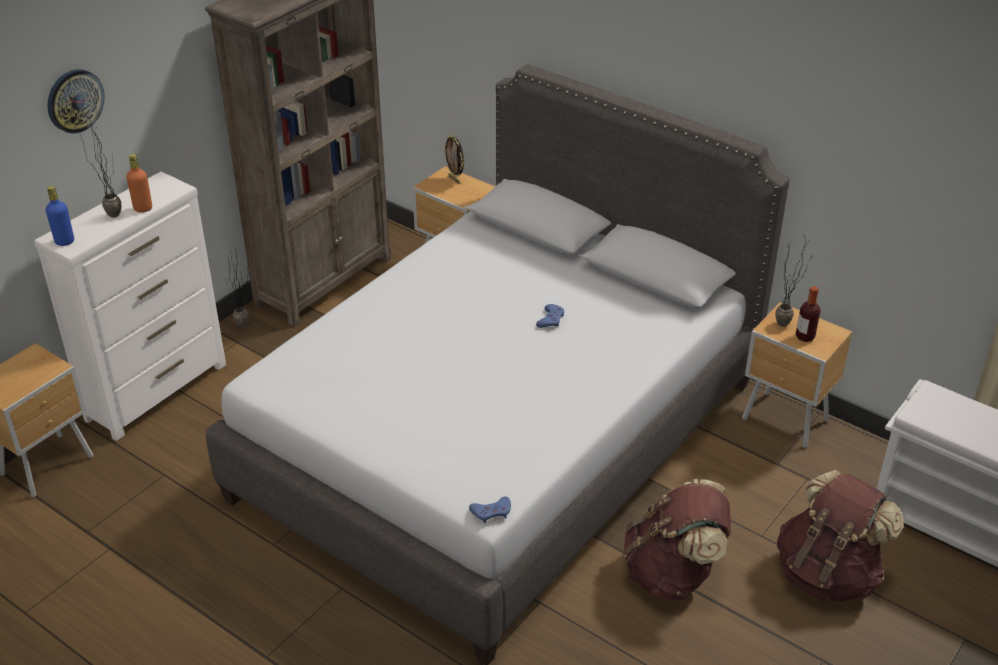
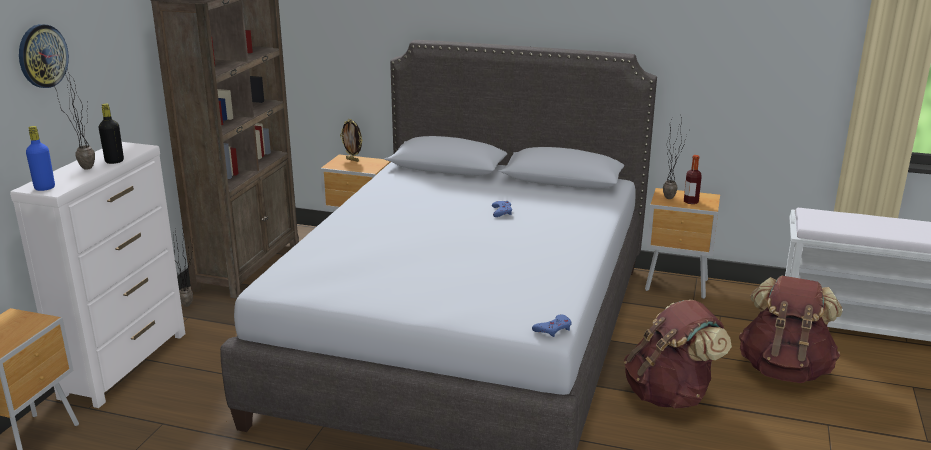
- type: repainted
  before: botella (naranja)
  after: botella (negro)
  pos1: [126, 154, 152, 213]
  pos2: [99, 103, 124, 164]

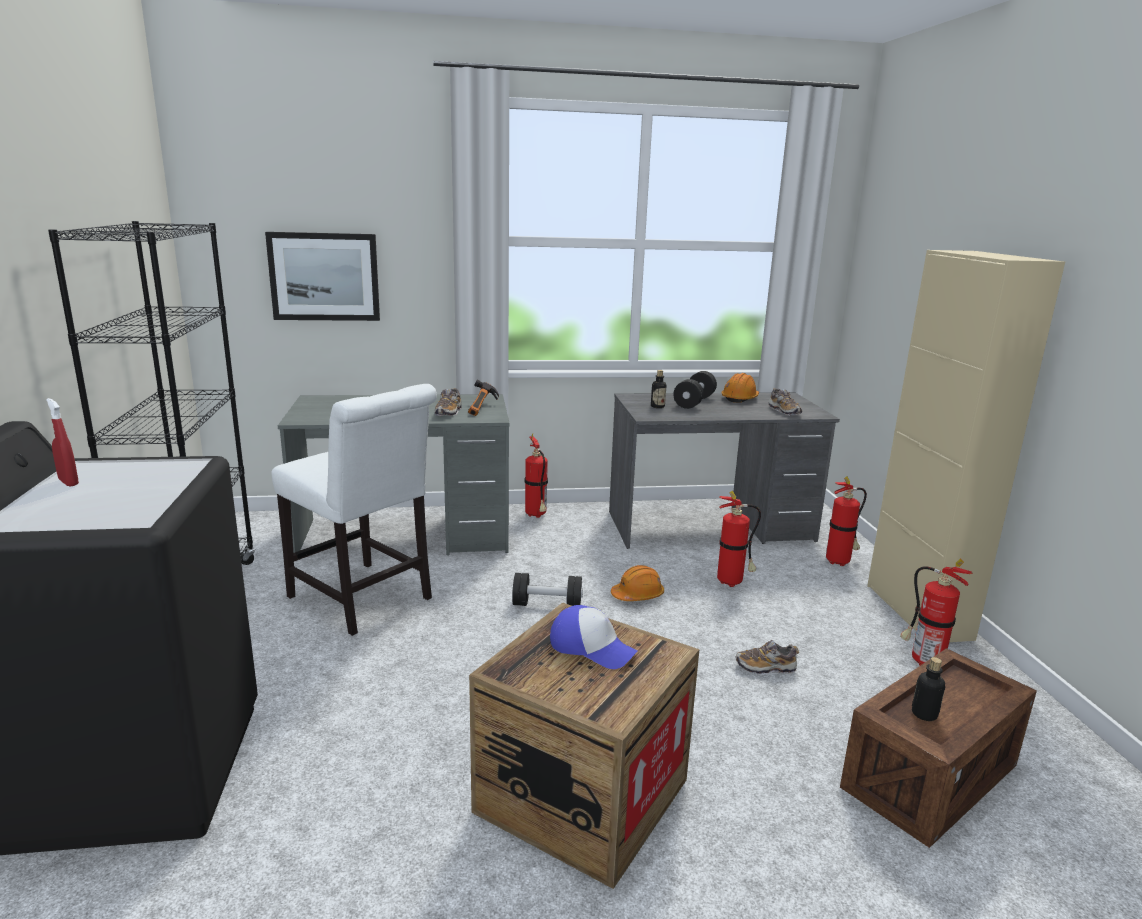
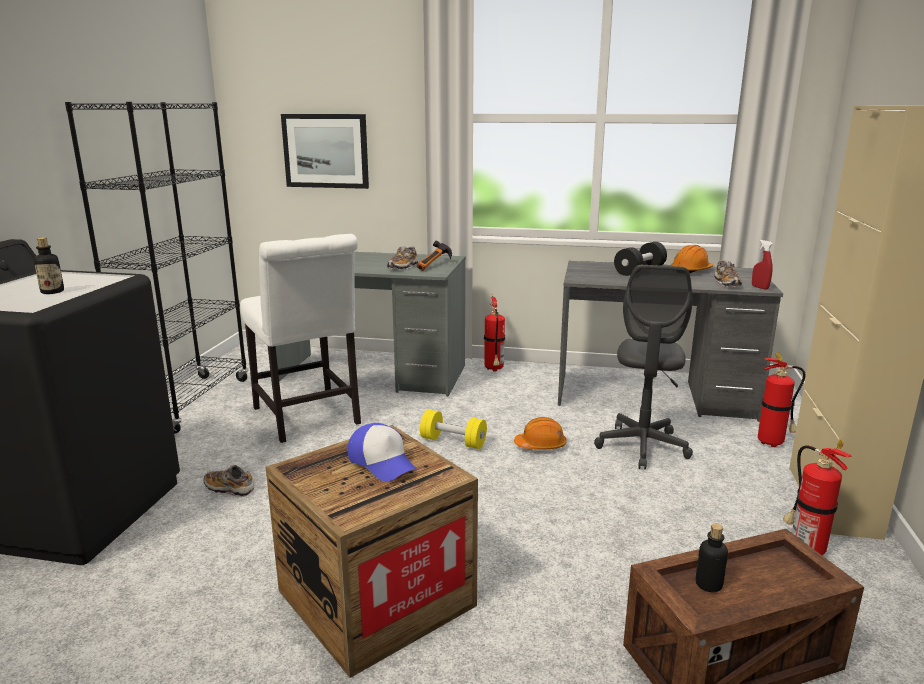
- type: shifted
  before: pulverizador (rojo)
  pos1: [46, 398, 79, 487]
  pos2: [752, 240, 773, 290]
- type: shifted
  before: botella
  pos1: [651, 370, 666, 408]
  pos2: [34, 238, 64, 294]
- type: shifted
  before: zapato
  pos1: [735, 640, 799, 675]
  pos2: [204, 465, 254, 497]
- type: swapped
  before: extintor
  after: silla de oficina (gris)
  pos1: [717, 491, 761, 587]
  pos2: [594, 265, 693, 470]
- type: repainted
  before: mancuerna (negro)
  after: mancuerna (amarillo)
  pos1: [512, 573, 583, 606]
  pos2: [420, 410, 487, 449]

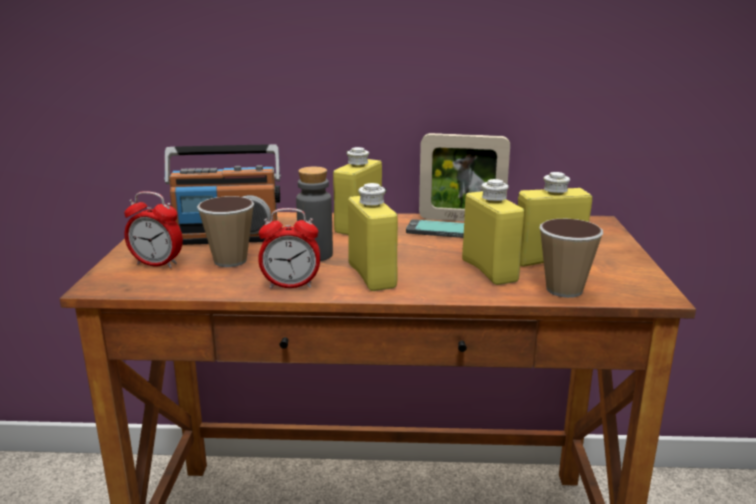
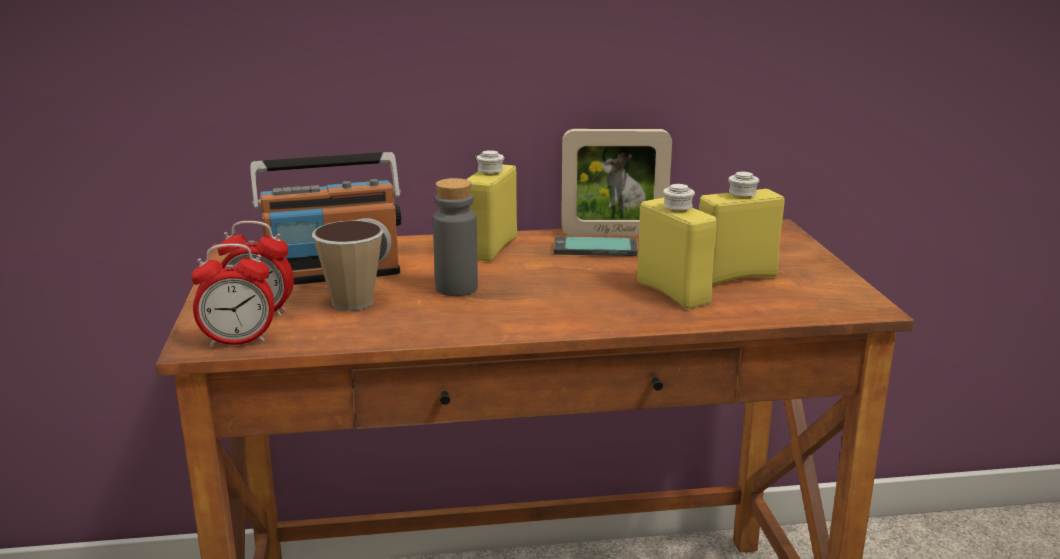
- type: gone
  before: botella (amarillo)
  pos1: [348, 183, 398, 291]
- type: gone
  before: taza
  pos1: [539, 219, 603, 298]
- type: shifted
  before: despertador
  pos1: [258, 208, 320, 289]
  pos2: [191, 244, 274, 347]

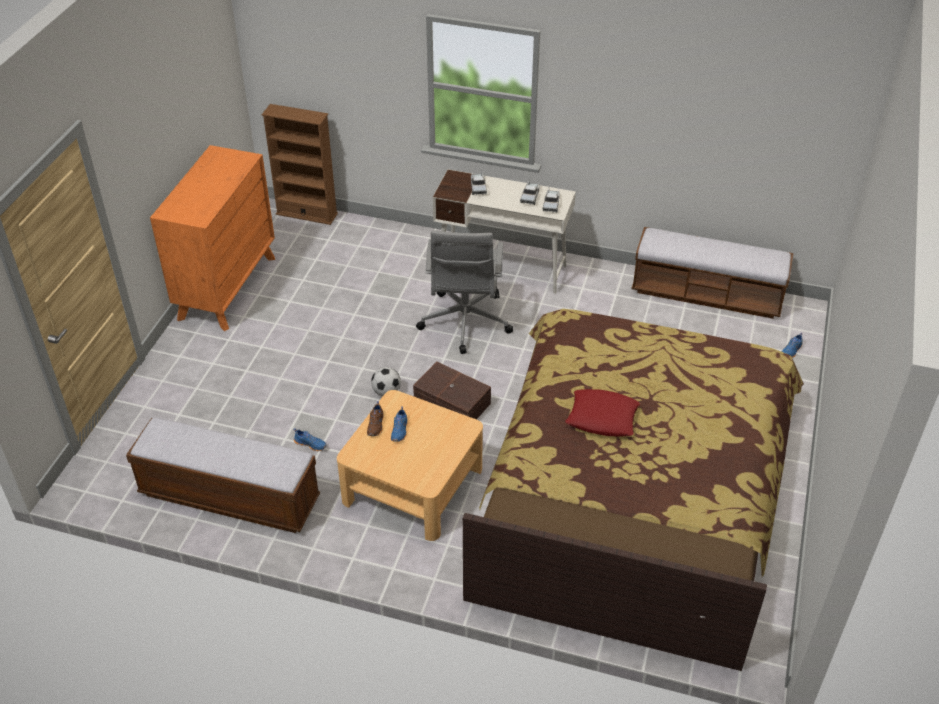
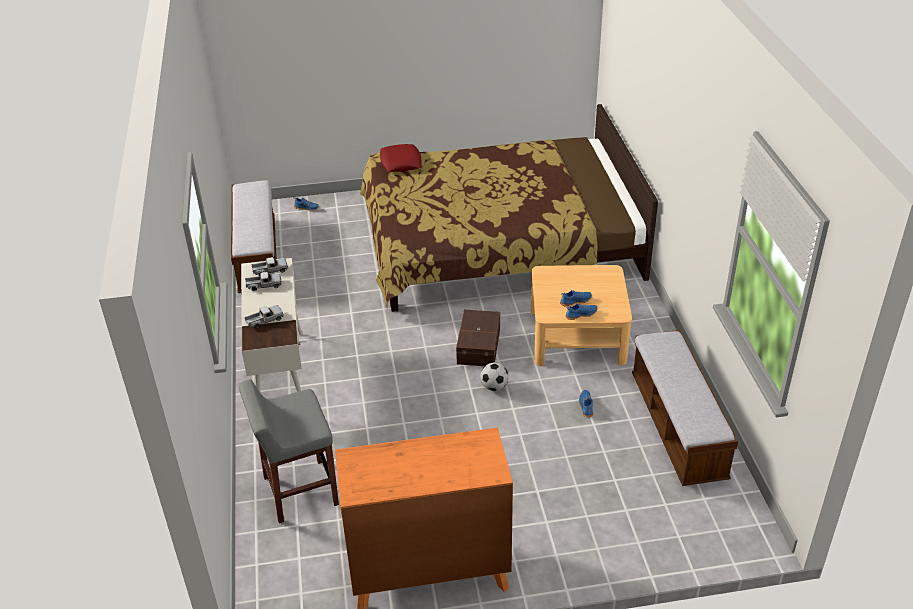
- type: gone
  before: estantería (marrón)
  pos1: [262, 104, 338, 225]
- type: gone
  before: silla de oficina (gris)
  pos1: [416, 231, 513, 354]
- type: new
  after: taburete (gris)
  pos2: [239, 379, 339, 523]
- type: shifted
  before: cojín (rojo)
  pos1: [565, 389, 640, 437]
  pos2: [380, 144, 422, 172]
- type: repainted
  before: zapato (marrón)
  after: zapato (azul)
  pos1: [367, 401, 384, 436]
  pos2: [566, 303, 597, 320]

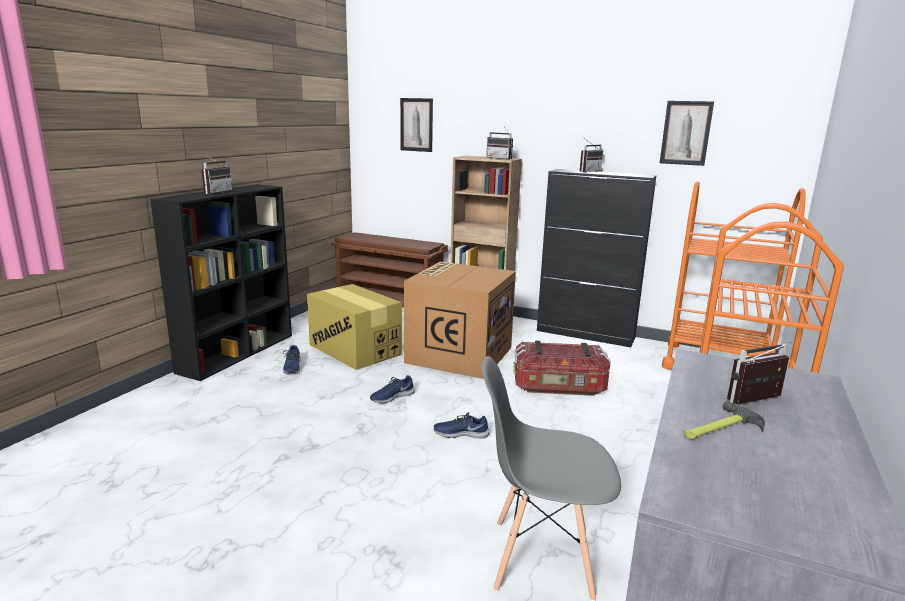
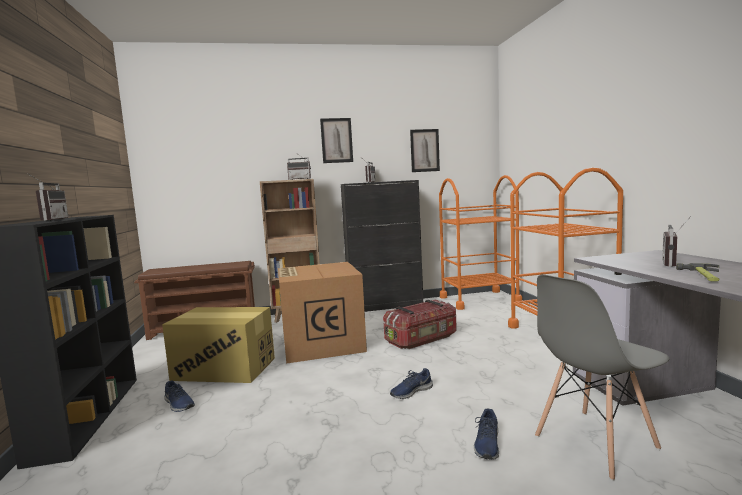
- type: shifted
  before: zapato (azul)
  pos1: [370, 375, 415, 404]
  pos2: [474, 409, 499, 460]
- type: shifted
  before: cuadro
  pos1: [400, 98, 433, 152]
  pos2: [320, 118, 353, 163]

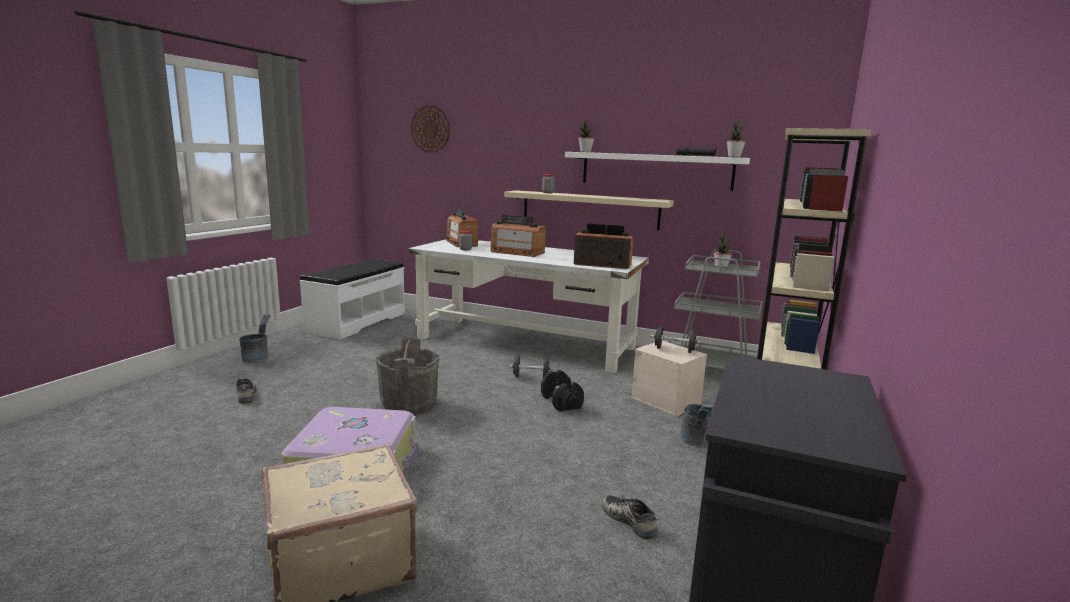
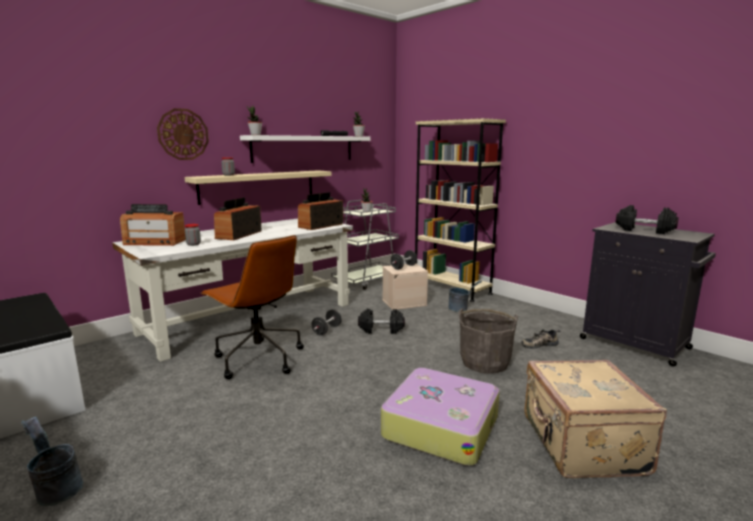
- type: gone
  before: zapato
  pos1: [236, 377, 257, 404]
- type: new
  after: silla de oficina (marrón)
  pos2: [200, 235, 304, 379]
- type: new
  after: mancuerna (negro)
  pos2: [616, 205, 679, 234]
- type: shifted
  before: cubo (gris)
  pos1: [376, 338, 439, 414]
  pos2: [458, 309, 518, 374]
- type: shifted
  before: reloj de pared
  pos1: [411, 106, 450, 153]
  pos2: [157, 108, 209, 160]
- type: rotated
  before: radio
  pos1: [490, 215, 546, 257]
  pos2: [214, 197, 262, 240]
  turn: 150

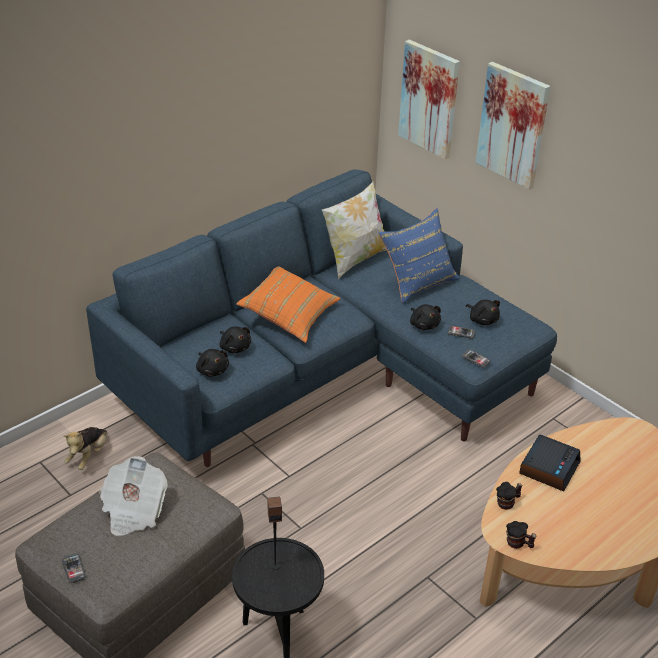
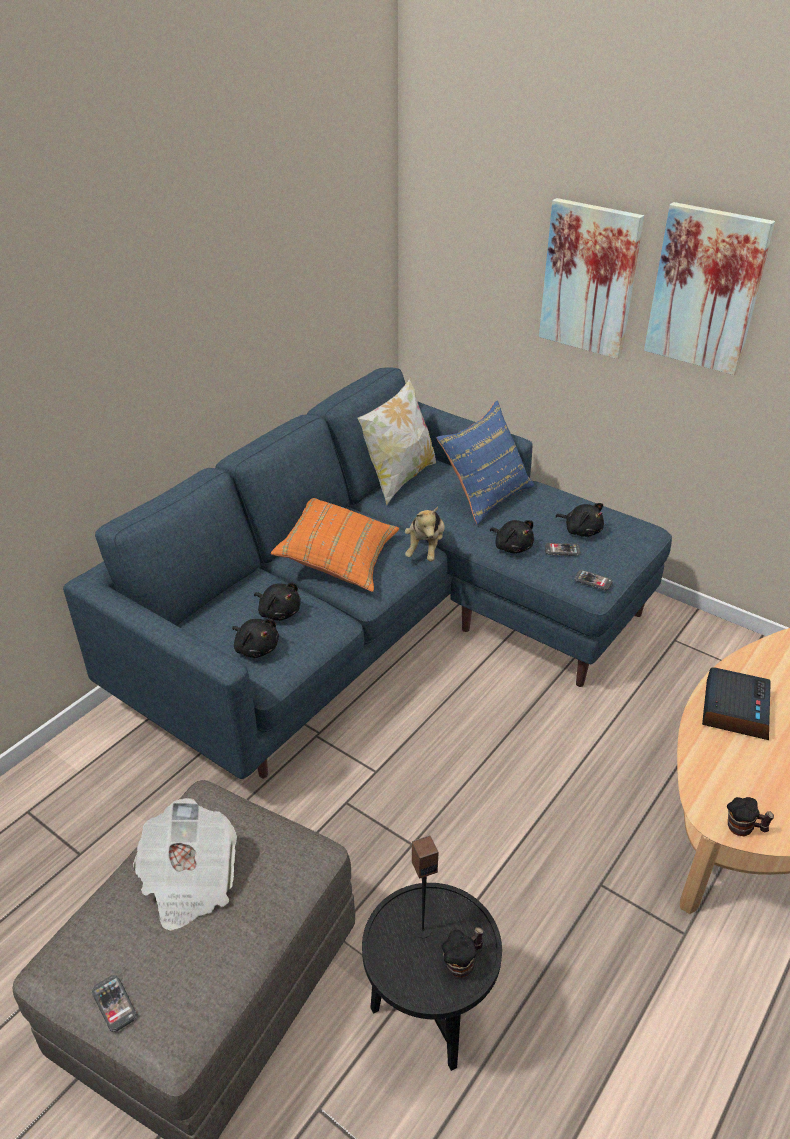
- type: shifted
  before: peluche
  pos1: [64, 427, 107, 470]
  pos2: [405, 507, 445, 562]
- type: shifted
  before: cuadro
  pos1: [398, 40, 460, 159]
  pos2: [644, 202, 775, 375]
- type: shifted
  before: taza grande
  pos1: [496, 482, 523, 510]
  pos2: [442, 927, 484, 978]

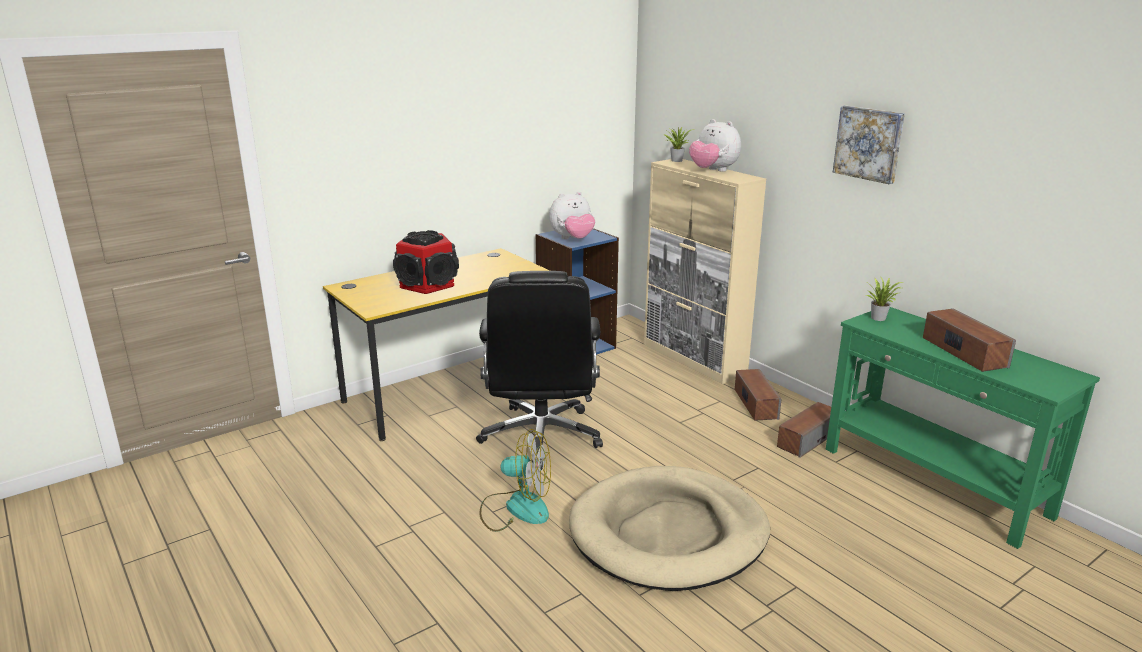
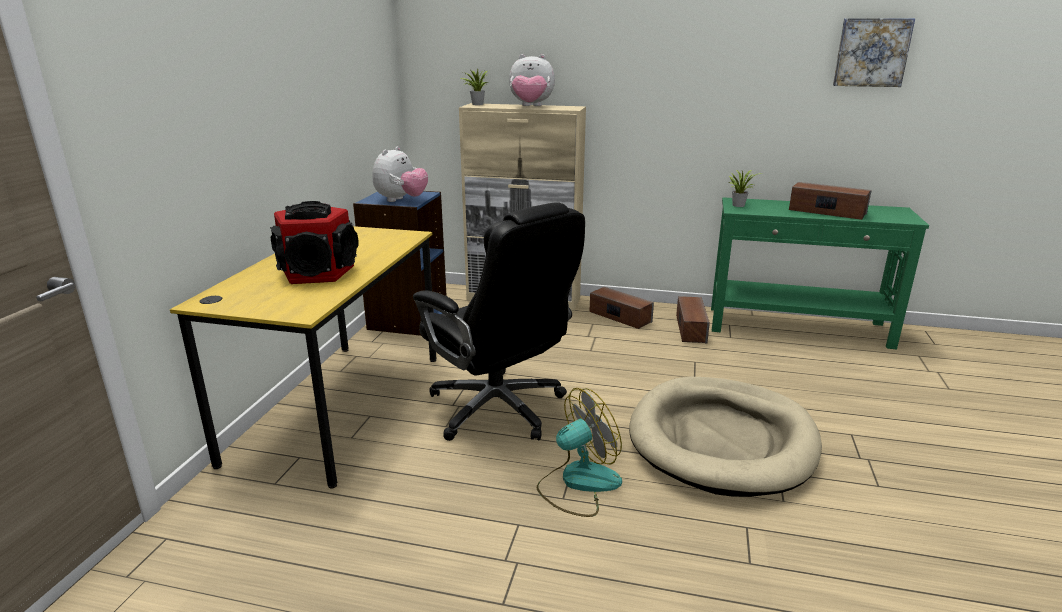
- type: shifted
  before: cuadro
  pos1: [833, 106, 905, 184]
  pos2: [833, 18, 915, 87]

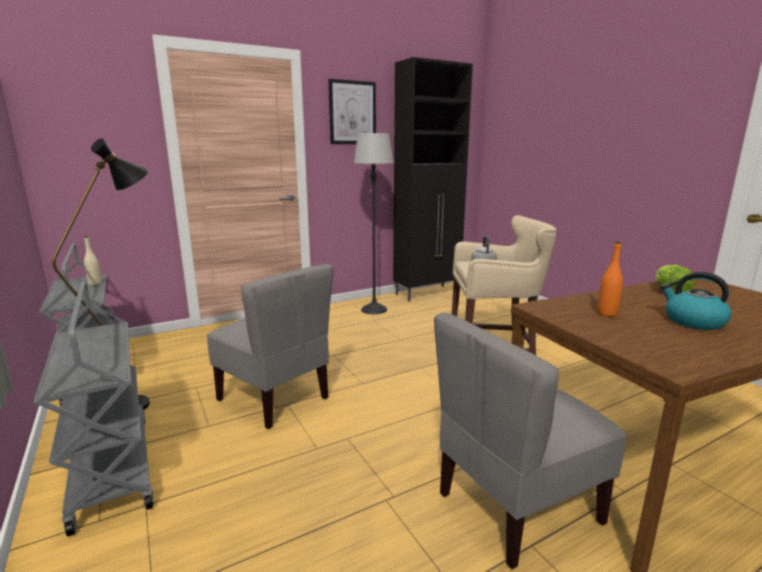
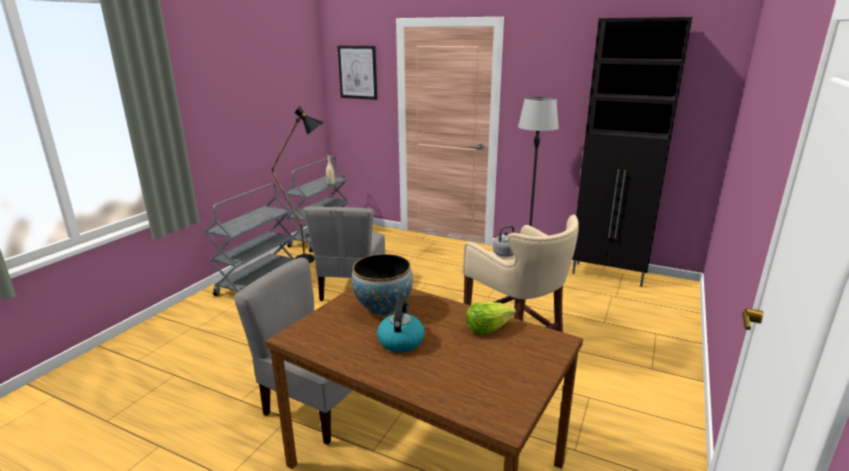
- type: shifted
  before: cuadro
  pos1: [328, 79, 376, 144]
  pos2: [338, 46, 377, 100]
- type: swapped
  before: botella (naranja)
  after: cuenco
  pos1: [597, 241, 623, 317]
  pos2: [352, 254, 413, 316]

